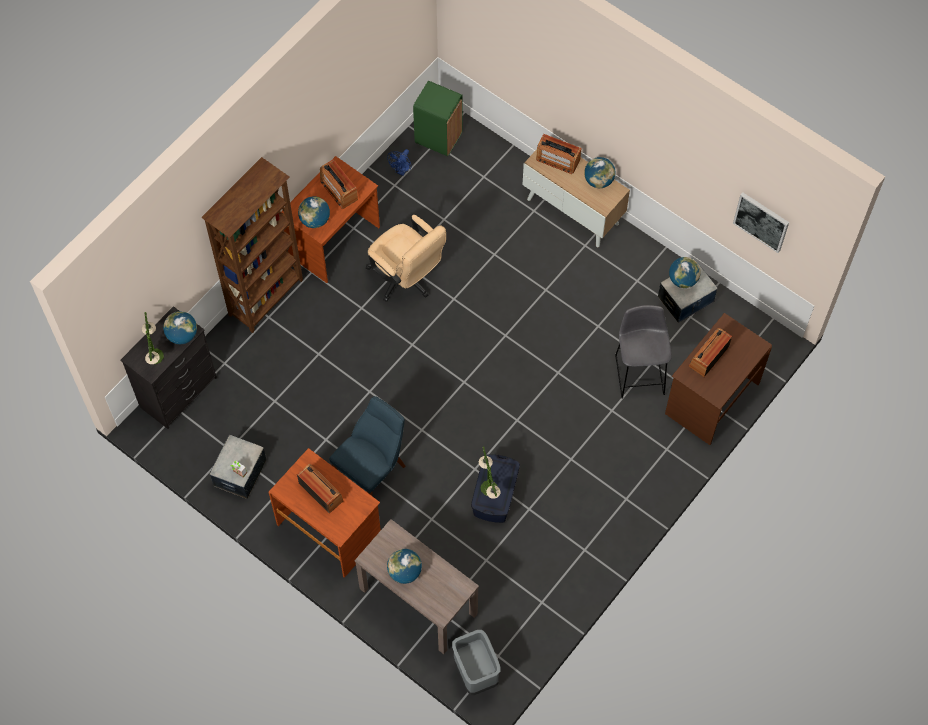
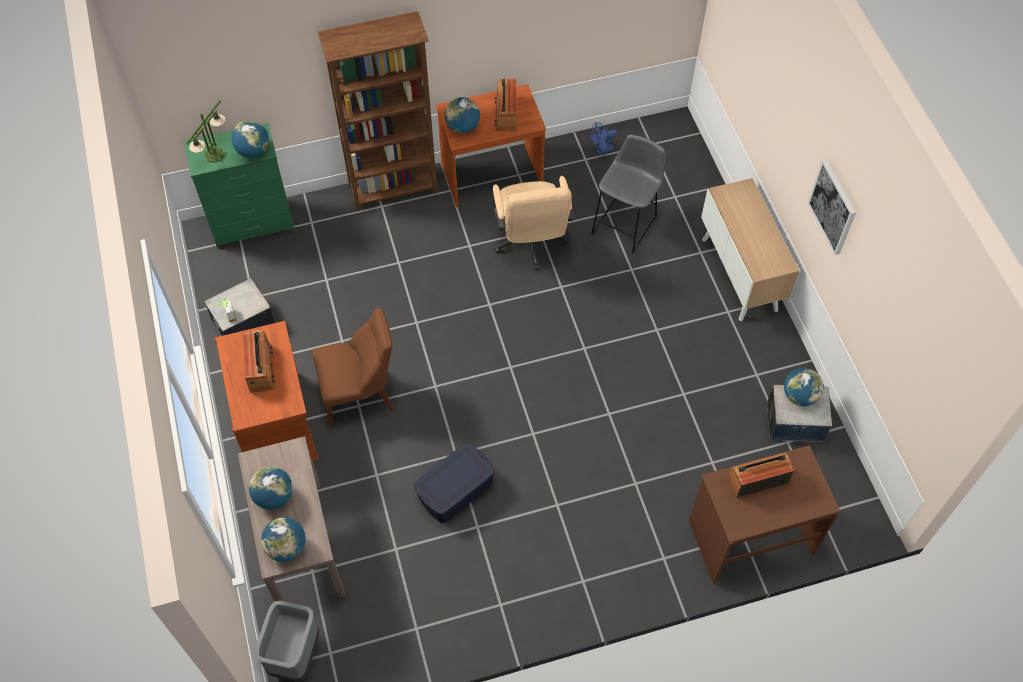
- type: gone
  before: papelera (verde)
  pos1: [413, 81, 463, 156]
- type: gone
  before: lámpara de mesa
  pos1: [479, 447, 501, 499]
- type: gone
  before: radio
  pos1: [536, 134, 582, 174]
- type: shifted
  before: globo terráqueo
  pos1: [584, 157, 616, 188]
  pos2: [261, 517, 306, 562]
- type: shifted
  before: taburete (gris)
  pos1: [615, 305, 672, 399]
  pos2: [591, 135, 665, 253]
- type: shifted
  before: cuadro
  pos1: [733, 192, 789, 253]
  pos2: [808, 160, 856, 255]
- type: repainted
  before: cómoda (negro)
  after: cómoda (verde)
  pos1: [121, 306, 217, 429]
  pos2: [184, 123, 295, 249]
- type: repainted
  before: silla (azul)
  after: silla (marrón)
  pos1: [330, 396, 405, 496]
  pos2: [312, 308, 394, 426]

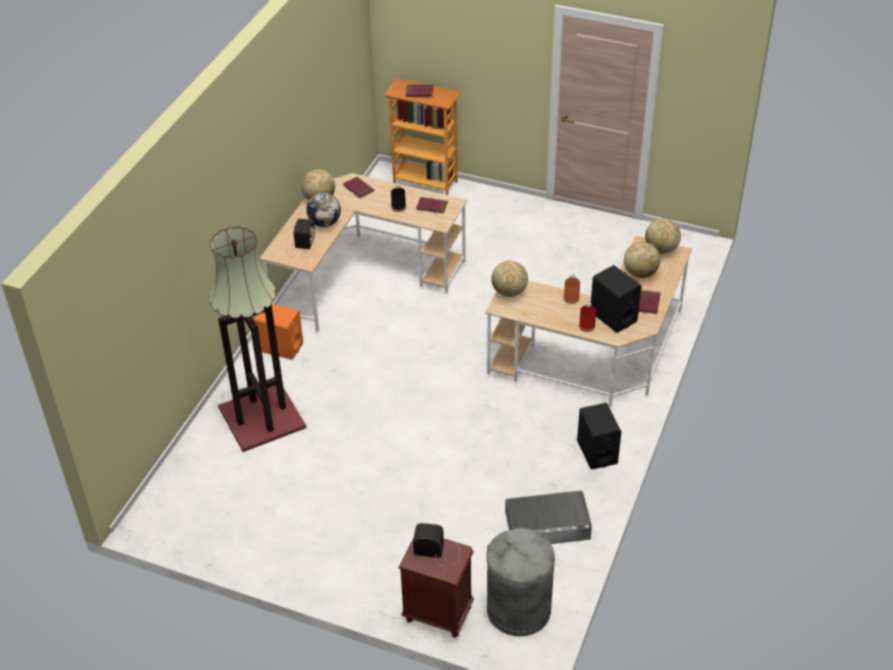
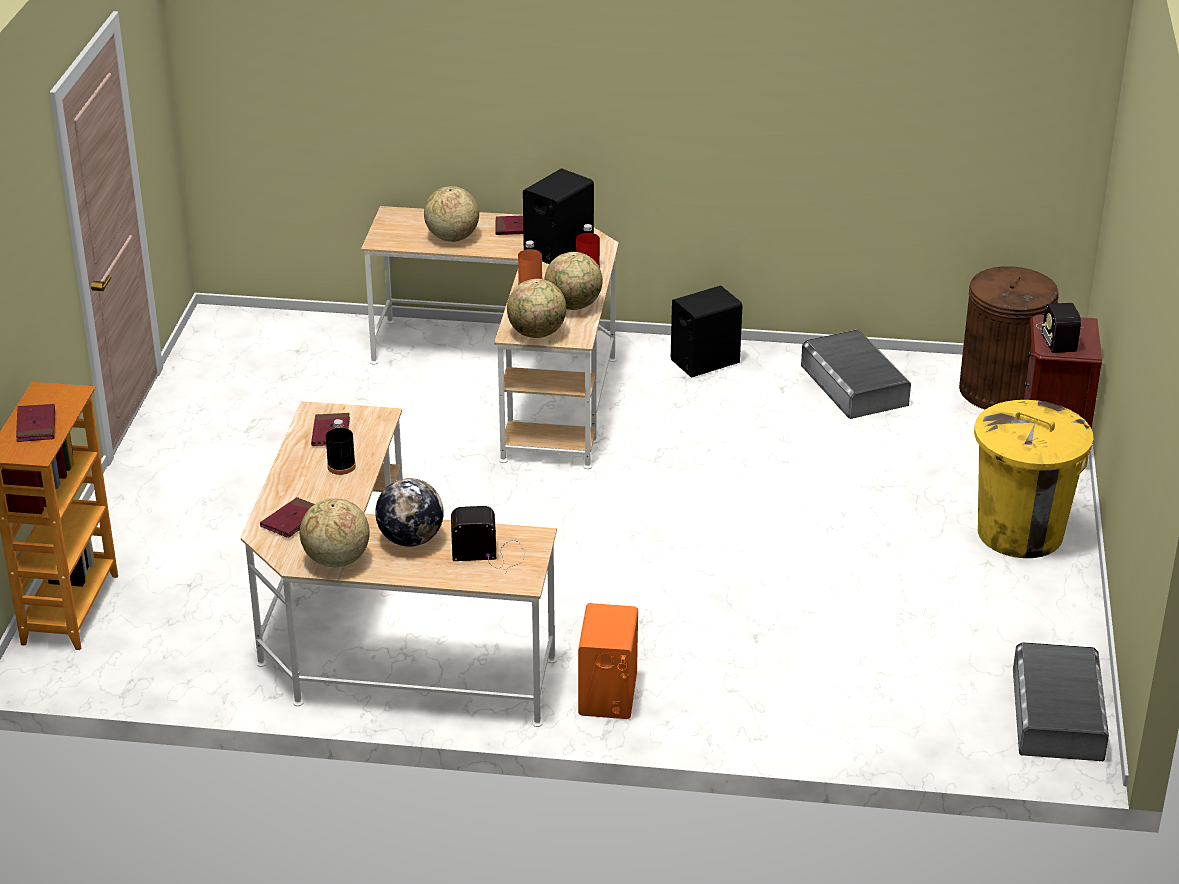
- type: gone
  before: lámpara de pie
  pos1: [209, 227, 307, 452]
- type: new
  after: papelera (amarillo)
  pos2: [974, 400, 1093, 558]
- type: new
  after: caja de almacenaje (gris)
  pos2: [1013, 642, 1109, 761]
- type: shifted
  before: globo terráqueo
  pos1: [645, 219, 681, 254]
  pos2: [544, 252, 603, 310]
- type: repainted
  before: papelera (gris)
  after: papelera (marrón)
  pos1: [487, 528, 555, 636]
  pos2: [959, 266, 1059, 410]

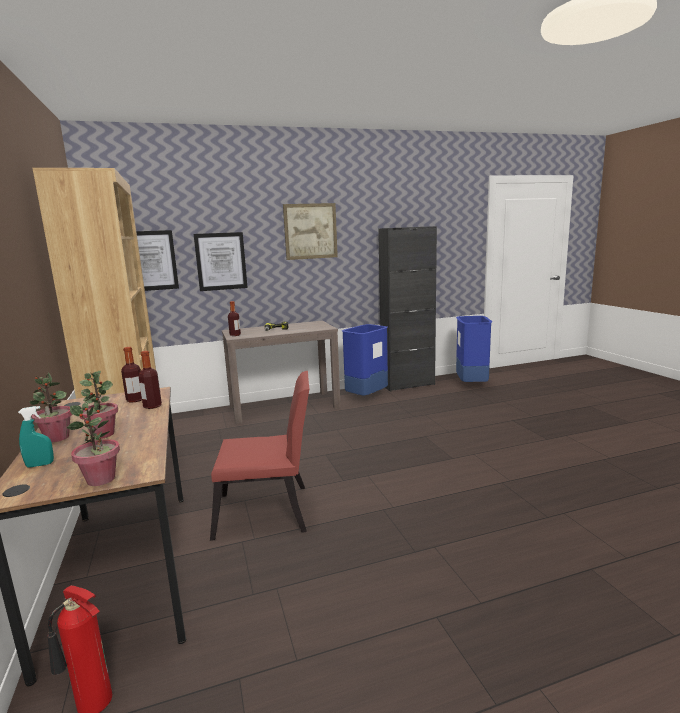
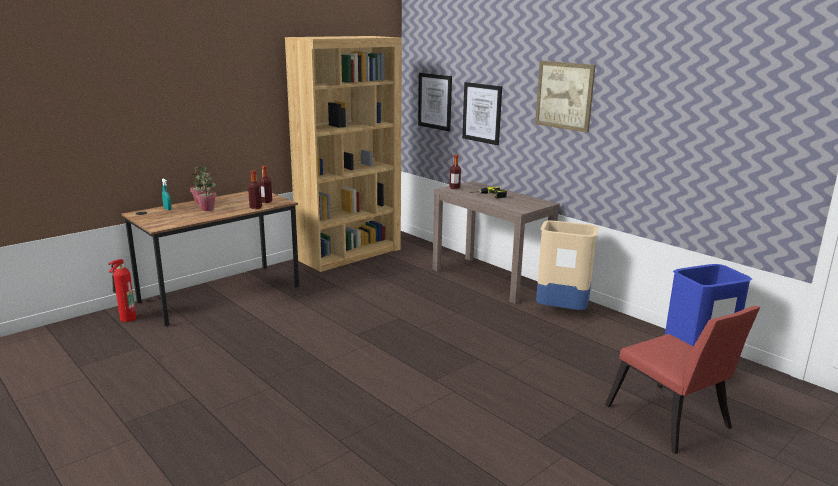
- type: gone
  before: planta en maceta
  pos1: [67, 403, 120, 486]
- type: gone
  before: armario (negro)
  pos1: [378, 226, 437, 392]
- type: shifted
  before: silla (rojo)
  pos1: [210, 371, 309, 541]
  pos2: [605, 306, 760, 454]
- type: repainted
  before: papelera (azul)
  after: papelera (beis)
  pos1: [342, 324, 388, 395]
  pos2: [536, 221, 599, 310]

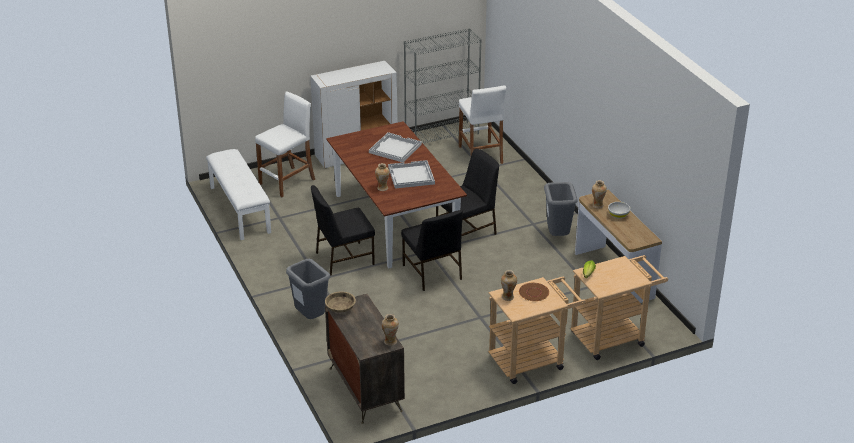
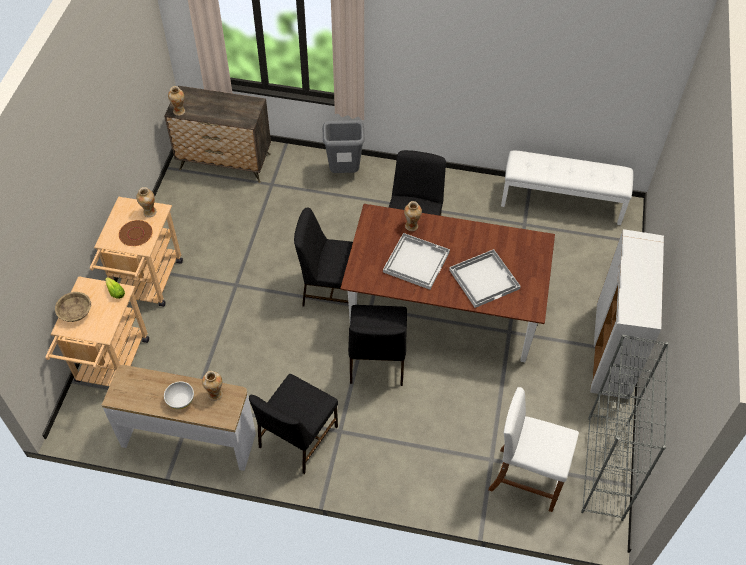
- type: gone
  before: taburete (blanco)
  pos1: [255, 91, 315, 197]
- type: shifted
  before: cuenco (beis)
  pos1: [325, 292, 356, 313]
  pos2: [55, 292, 91, 322]
- type: swapped
  before: papelera (gris)
  after: silla (negro)
  pos1: [544, 182, 578, 236]
  pos2: [249, 374, 338, 474]

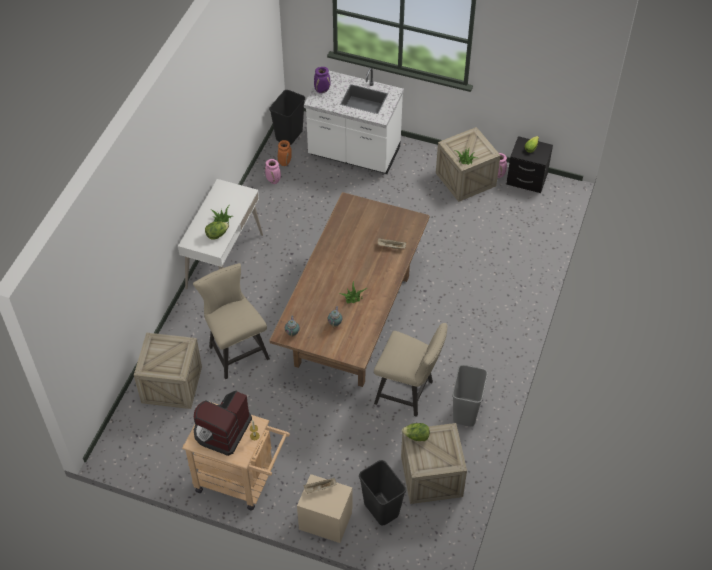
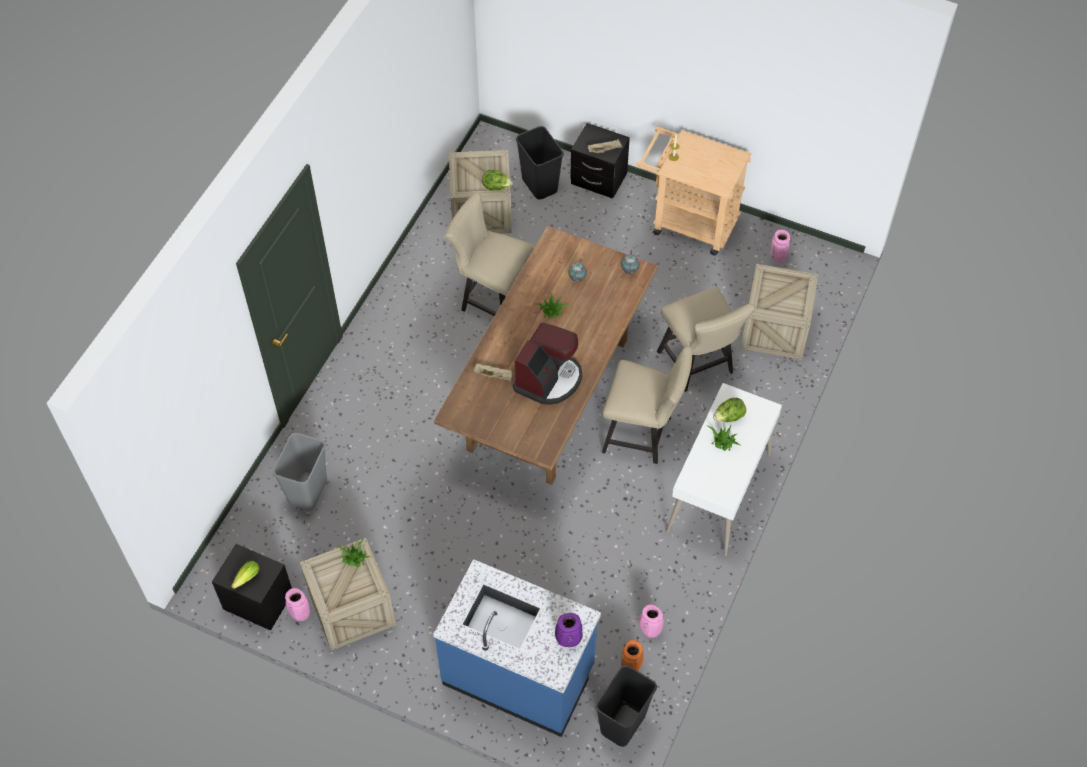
- type: new
  after: silla (beis)
  pos2: [602, 347, 692, 464]
- type: new
  after: florero (rosa)
  pos2: [771, 230, 790, 263]
- type: shifted
  before: cafetera
  pos1: [194, 391, 252, 456]
  pos2: [513, 323, 582, 405]
- type: shifted
  before: papelera (gris)
  pos1: [452, 365, 488, 426]
  pos2: [273, 433, 327, 510]
- type: repainted
  before: mesita de noche (beis)
  after: mesita de noche (negro)
  pos1: [297, 474, 353, 543]
  pos2: [570, 123, 630, 199]
- type: repainted
  before: mueble bajo de cocina (blanco)
  after: mueble bajo de cocina (azul)
  pos1: [304, 68, 404, 174]
  pos2: [433, 559, 601, 737]

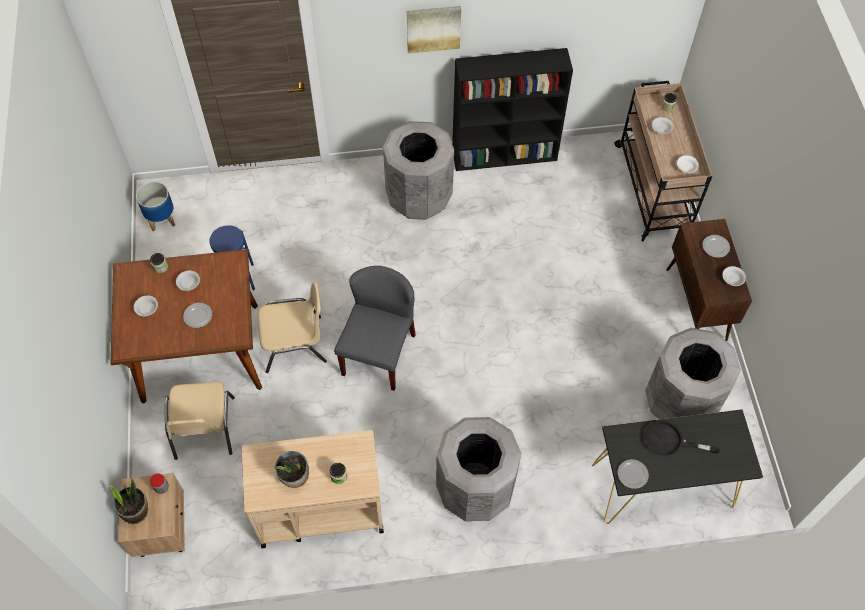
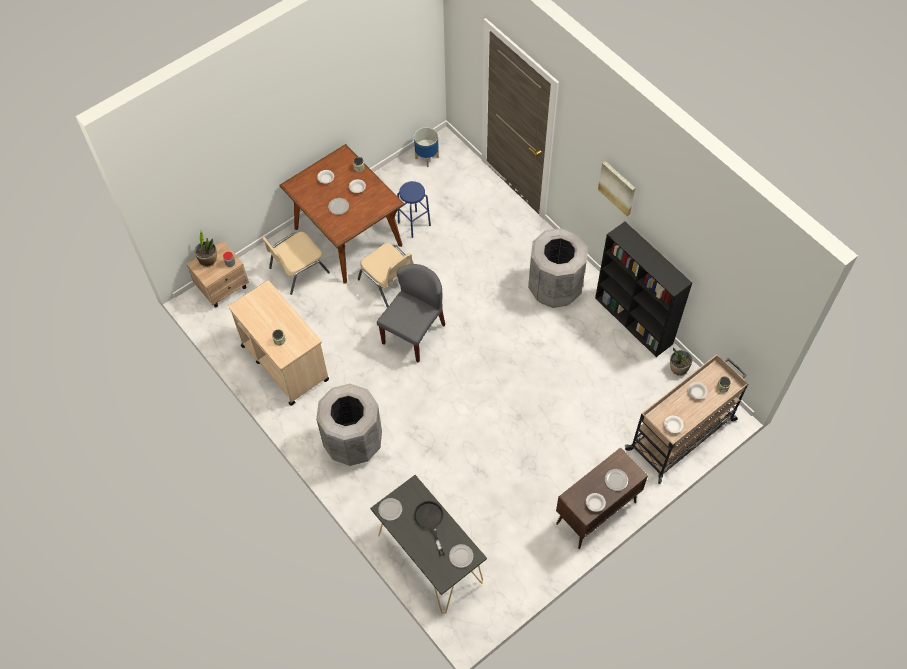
- type: gone
  before: papelera (gris)
  pos1: [645, 328, 741, 419]
- type: new
  after: plato
  pos2: [449, 544, 473, 568]
- type: shifted
  before: planta en maceta
  pos1: [275, 451, 309, 488]
  pos2: [670, 348, 692, 376]
- type: rotated
  before: silla (gris)
  pos1: [334, 266, 416, 391]
  pos2: [377, 264, 445, 363]
  turn: -45

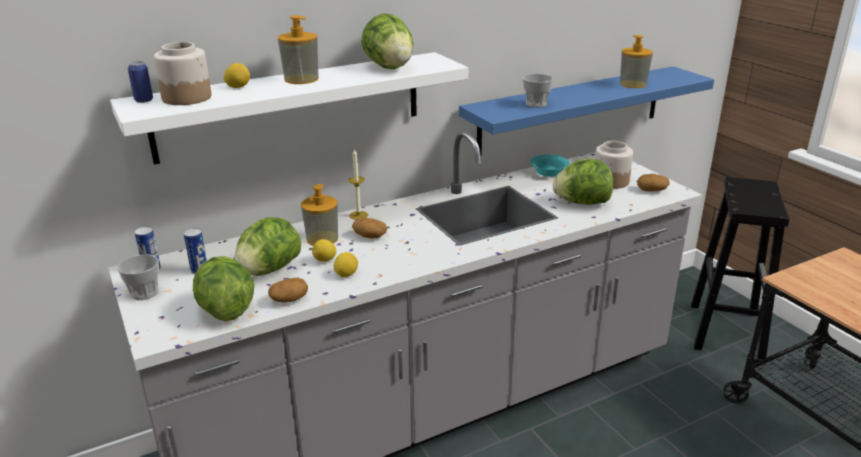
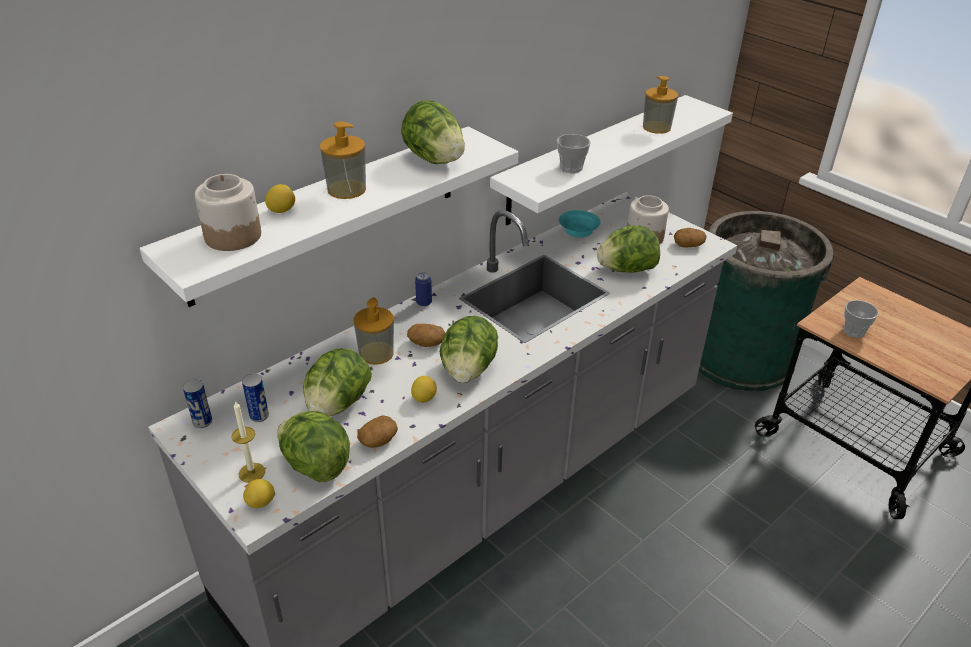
- type: new
  after: lechuga
  pos2: [440, 316, 498, 383]
- type: shifted
  before: taza
  pos1: [117, 254, 159, 300]
  pos2: [843, 300, 879, 338]
- type: shifted
  before: lata
  pos1: [128, 61, 153, 103]
  pos2: [415, 272, 432, 307]
- type: shifted
  before: limón
  pos1: [312, 239, 336, 262]
  pos2: [243, 479, 275, 508]
- type: shifted
  before: vela
  pos1: [348, 148, 368, 220]
  pos2: [231, 400, 265, 483]
- type: swapped
  before: taburete (negro)
  after: papelera (verde)
  pos1: [691, 177, 789, 359]
  pos2: [699, 211, 834, 391]
- type: repainted
  before: estante (azul)
  after: estante (blanco)
  pos1: [459, 66, 714, 155]
  pos2: [490, 95, 733, 225]

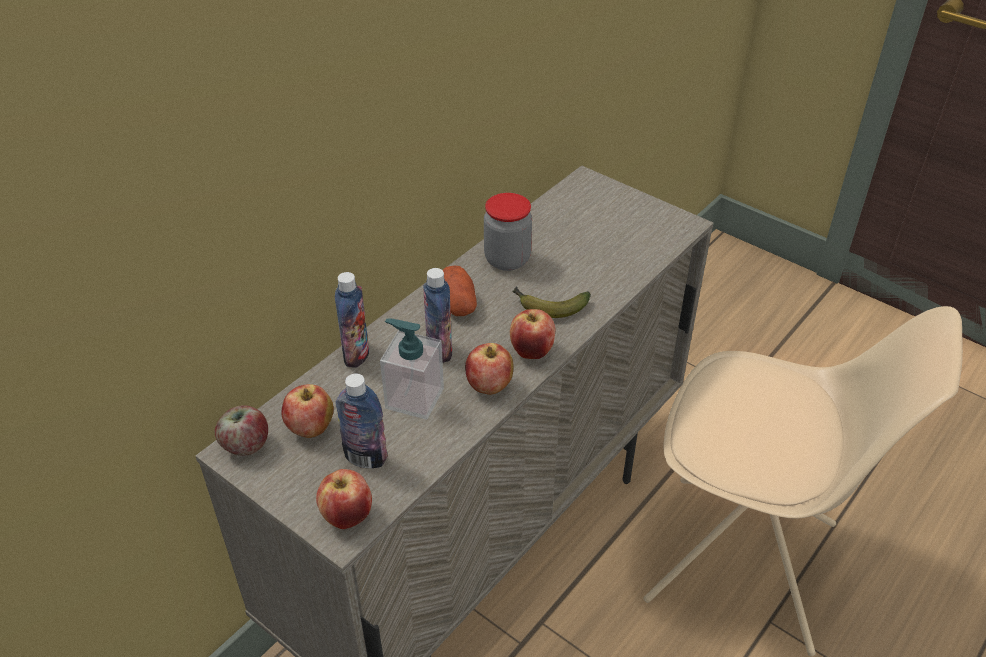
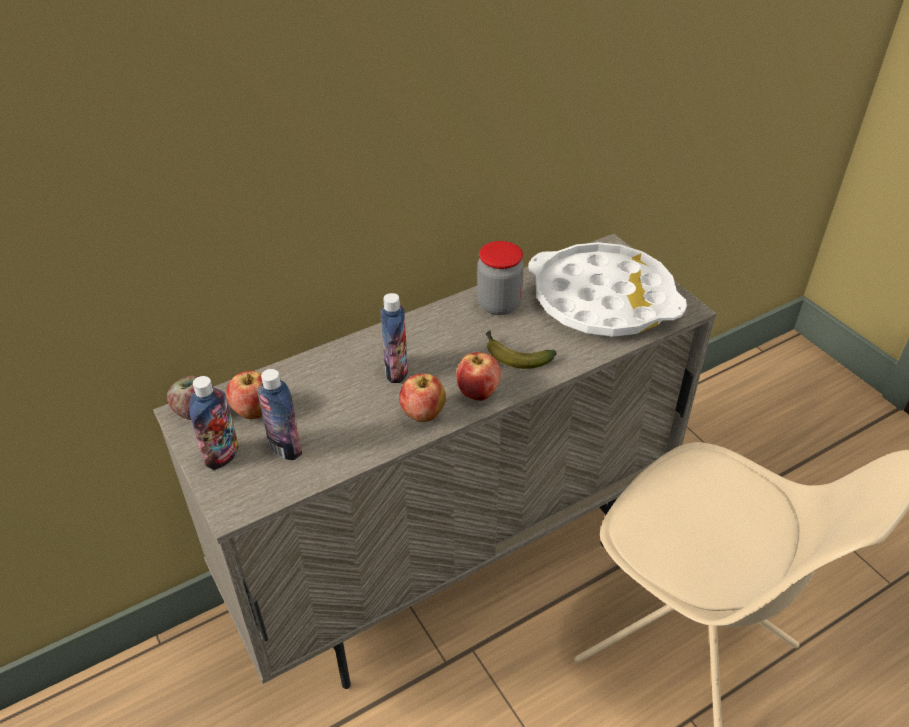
- type: gone
  before: manzana
  pos1: [316, 469, 372, 529]
- type: gone
  before: dispensador de jabón
  pos1: [380, 319, 444, 420]
- type: gone
  before: patata
  pos1: [443, 265, 477, 316]
- type: new
  after: bandeja (blanco)
  pos2: [528, 242, 687, 337]
- type: shifted
  before: botella
  pos1: [335, 272, 369, 368]
  pos2: [189, 376, 239, 470]

